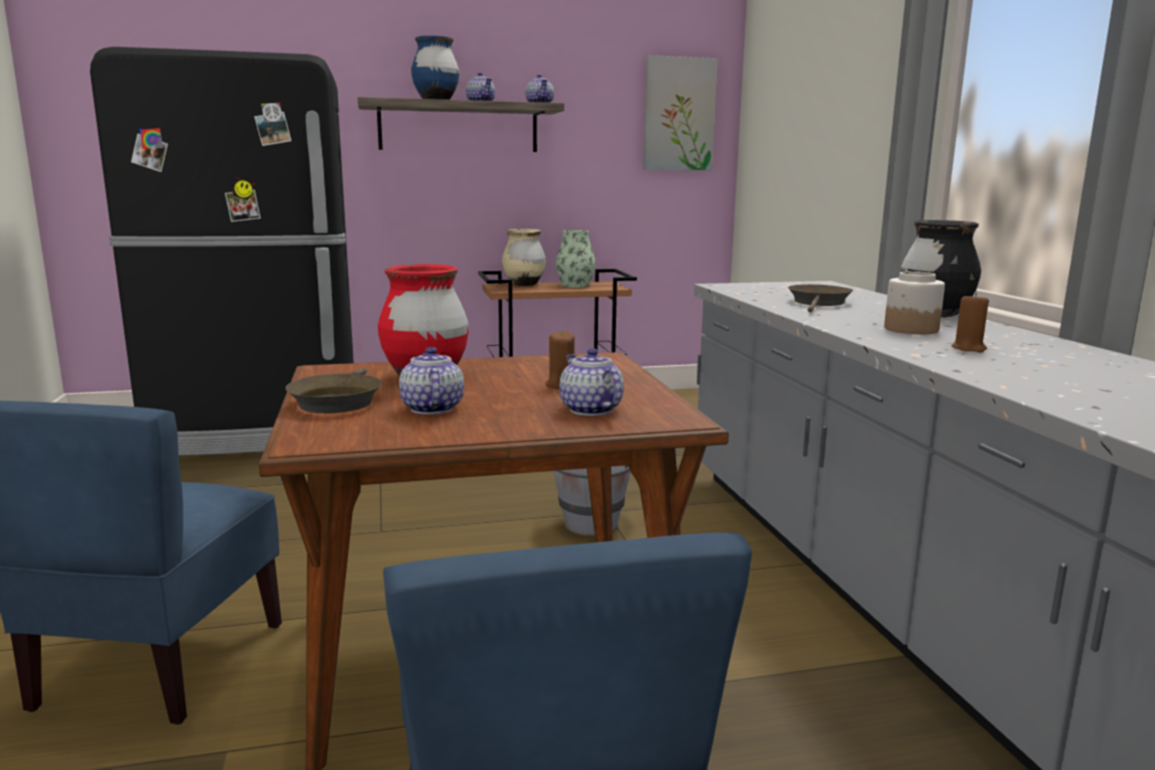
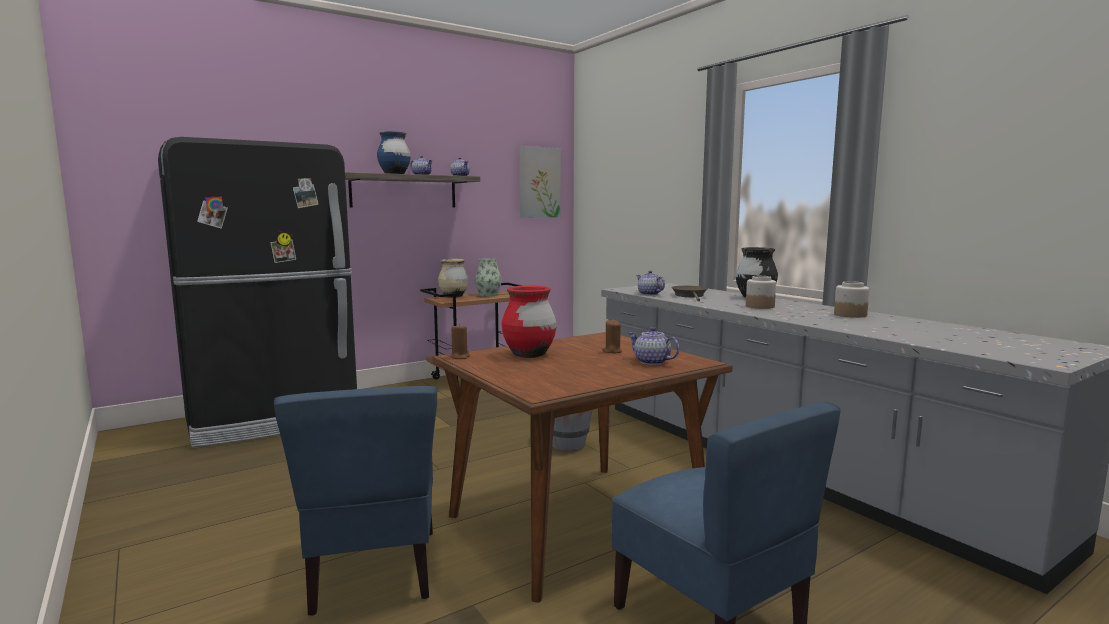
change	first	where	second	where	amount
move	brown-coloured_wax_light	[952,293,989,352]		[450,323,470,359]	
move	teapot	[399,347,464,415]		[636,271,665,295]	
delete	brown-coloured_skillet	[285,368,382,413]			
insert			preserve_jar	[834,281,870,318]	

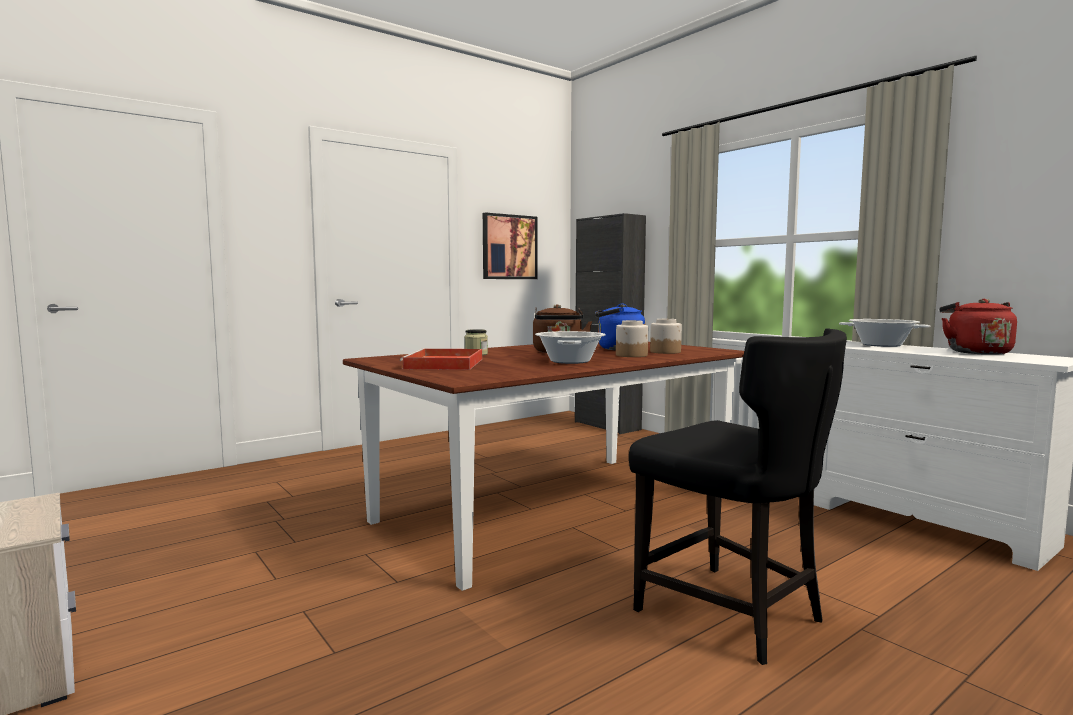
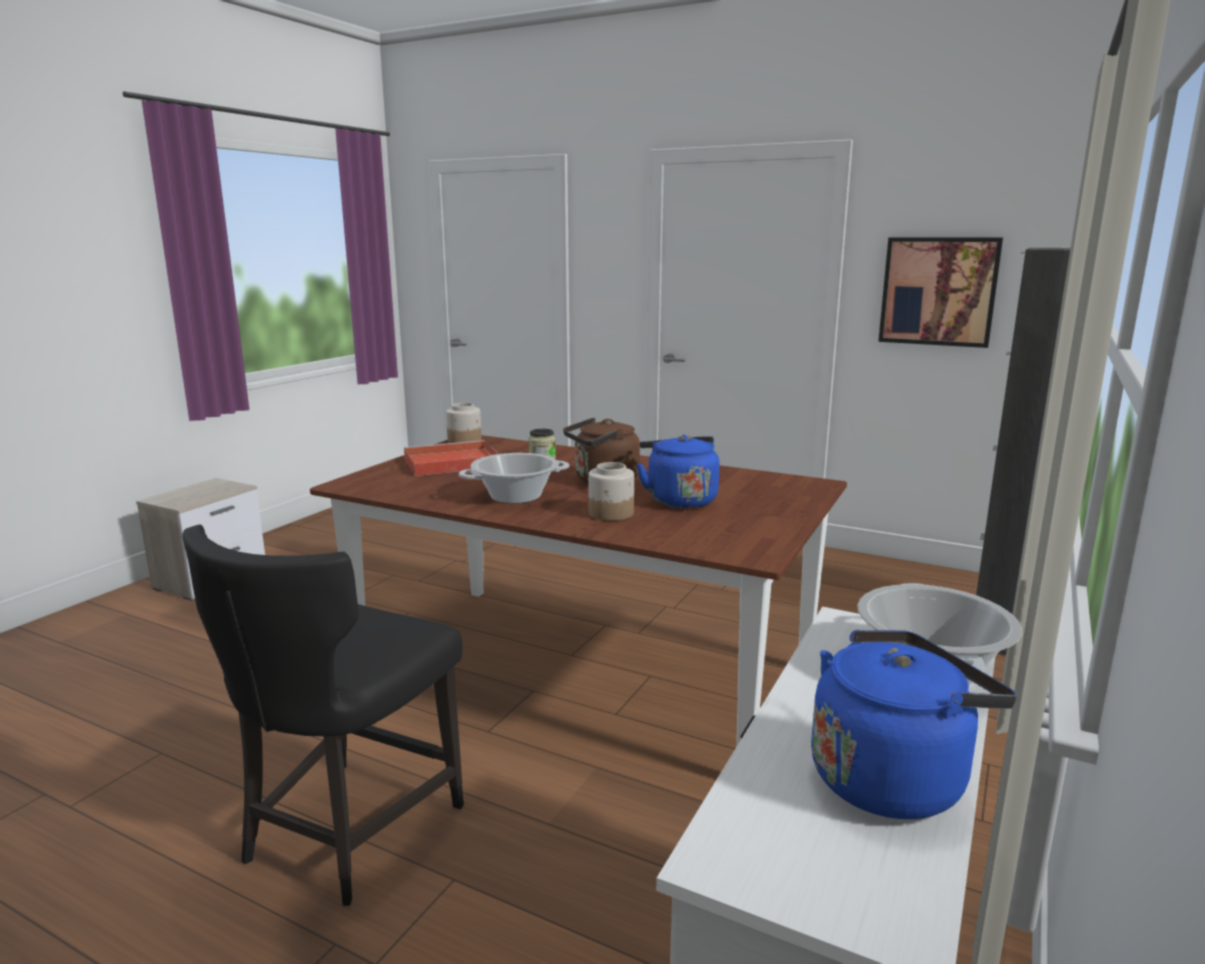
change	first	where	second	where	amount
recolor	reddish_water_kettle	[939,299,1017,355]	blue-coloured_water_kettle	[811,630,1017,819]	
move	preserve_jar	[650,319,682,354]		[446,403,481,443]	

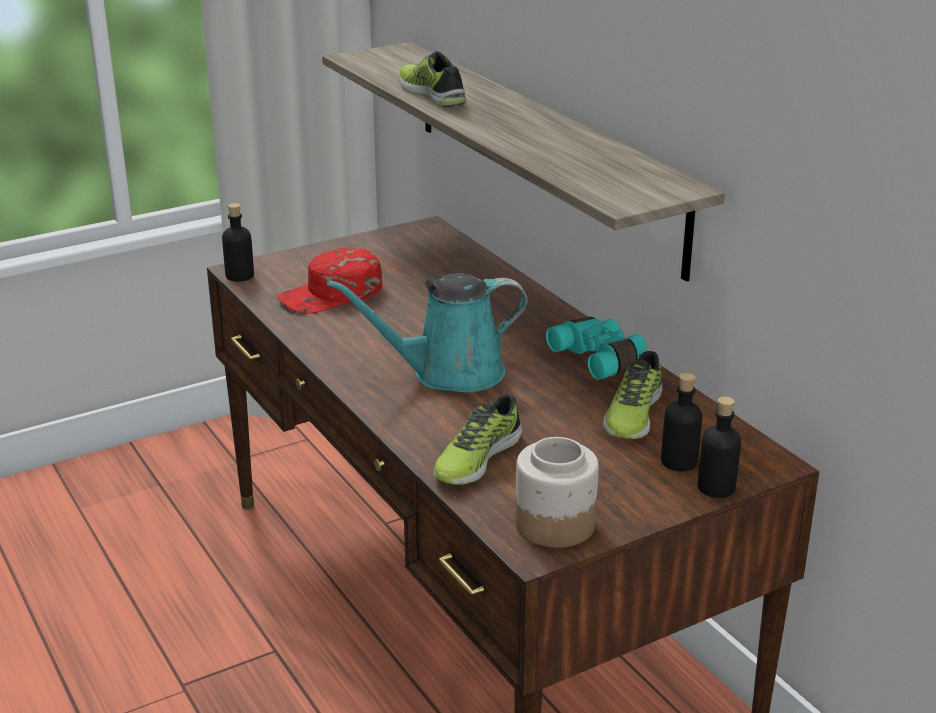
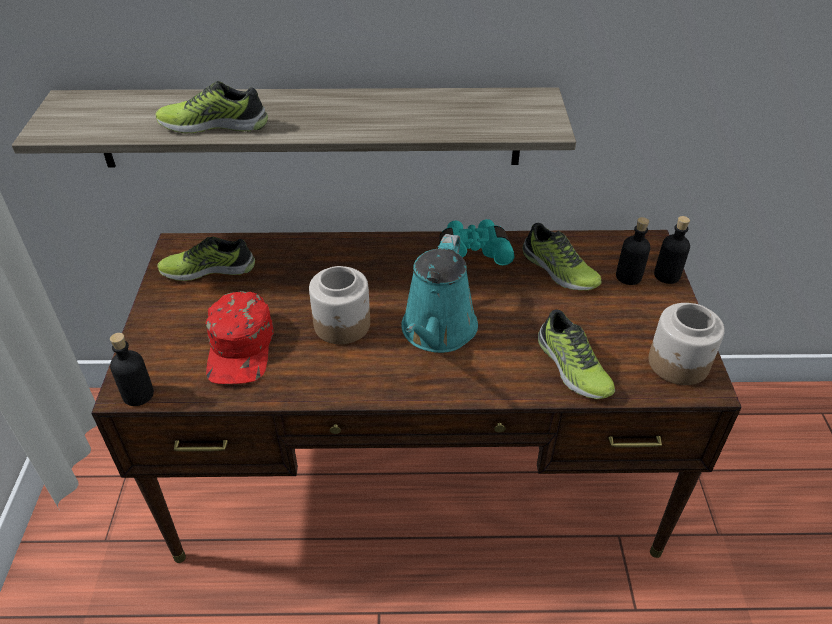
change	first	where	second	where	amount
insert			low_shoe	[157,237,255,281]	
insert			preserve_jar	[309,266,370,344]	

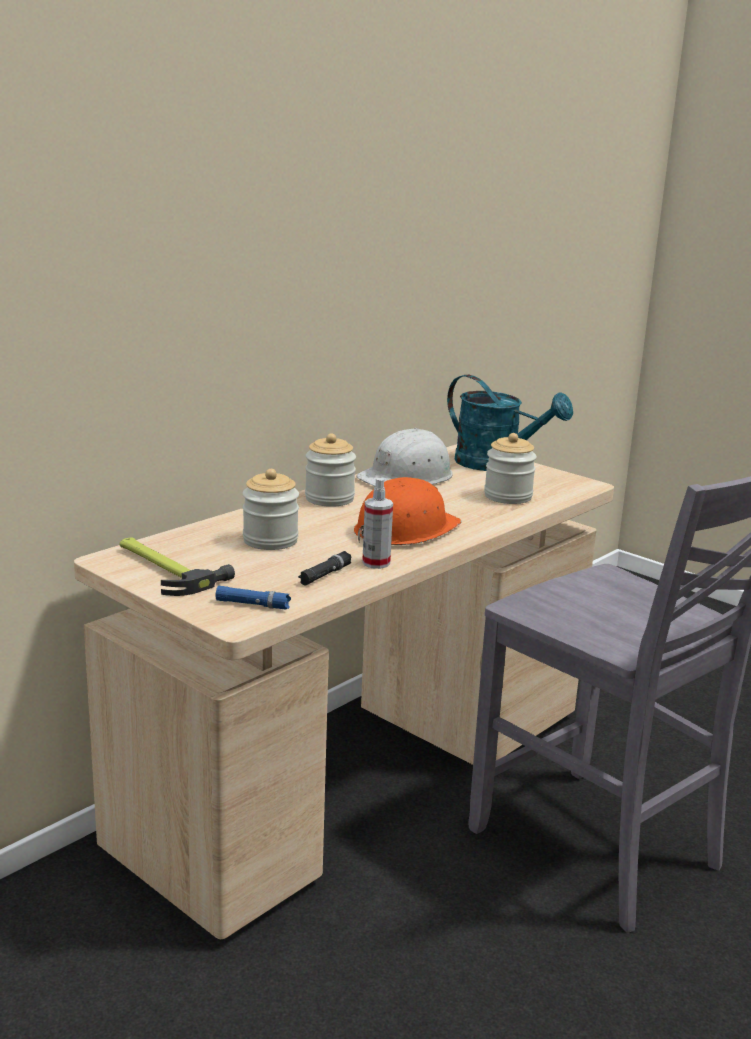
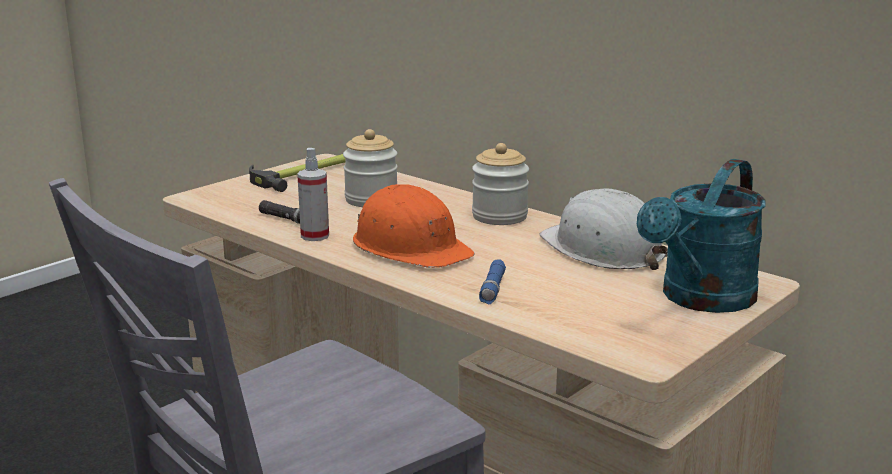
change	first	where	second	where	amount
delete	preserve_jar	[484,433,537,504]			
move	blue-coloured_torch	[216,586,291,610]		[479,259,506,305]	

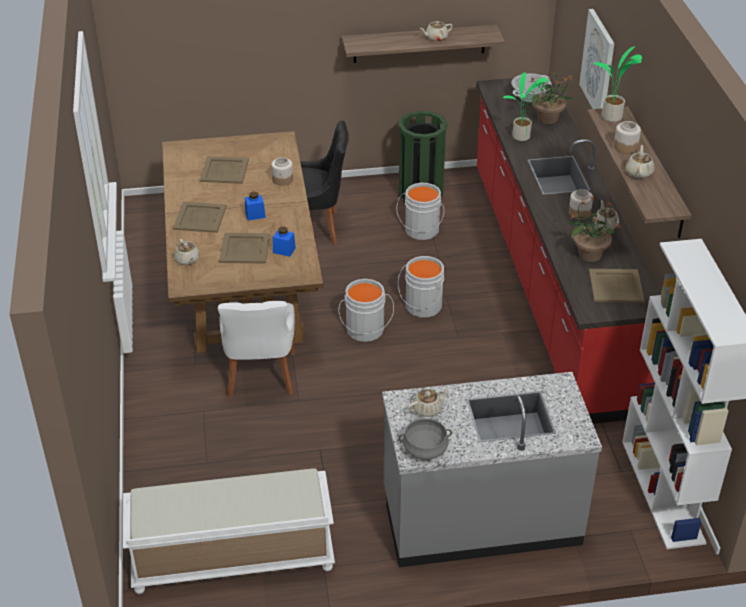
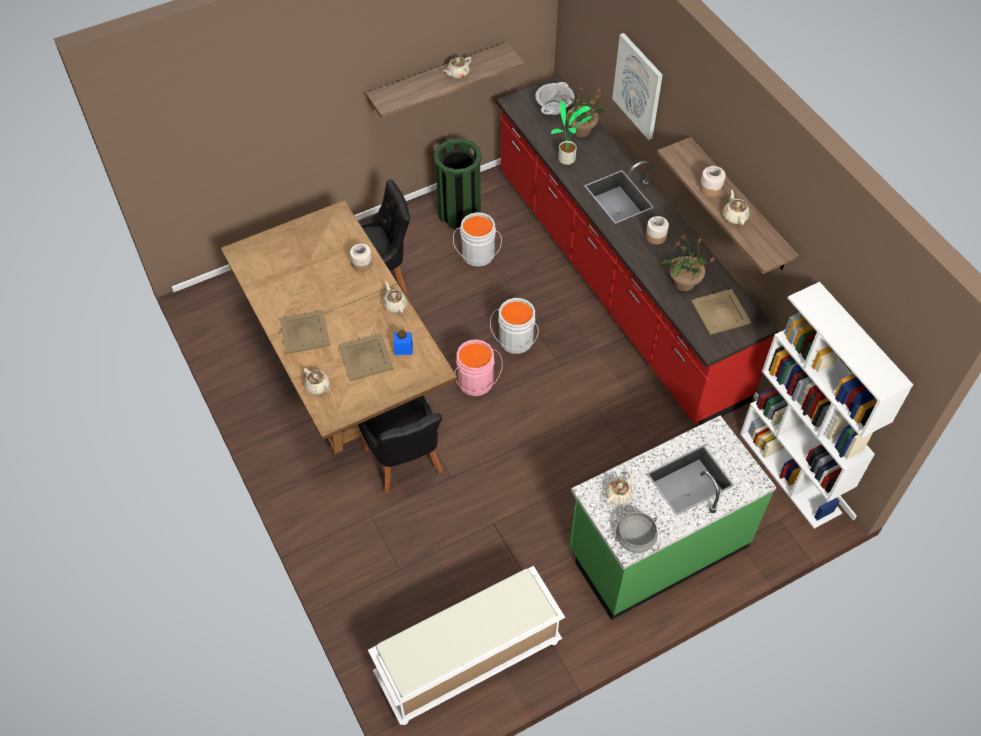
change	first	where	second	where	amount
delete	potted_plant	[594,46,642,122]			
delete	beige-coloured_tray	[200,156,249,184]			
delete	blue-coloured_preserve_jar	[245,192,266,220]			
move	beige-coloured_teapot	[593,200,619,230]		[383,282,407,313]	
recolor	grey_pail	[338,279,394,342]	pink_pail	[455,339,503,396]	
recolor	white_chair	[218,301,295,397]	black_chair	[358,396,443,494]	
recolor	grey_kitchen_counter	[382,372,602,567]	greenish_kitchen_counter	[569,416,776,620]	

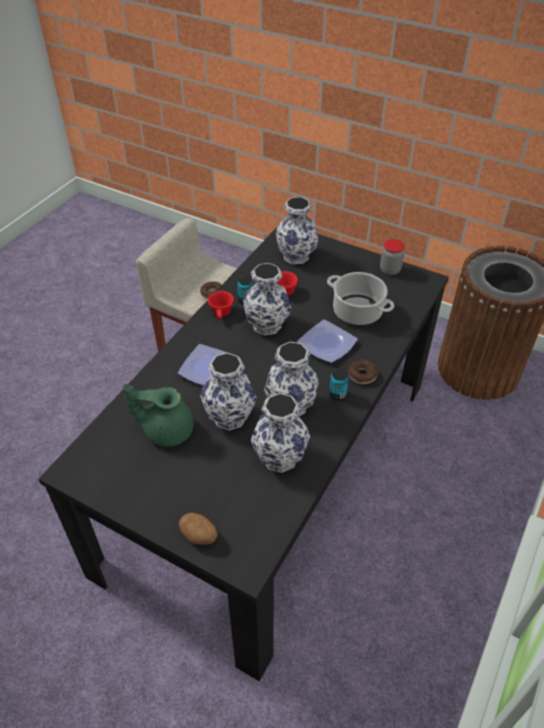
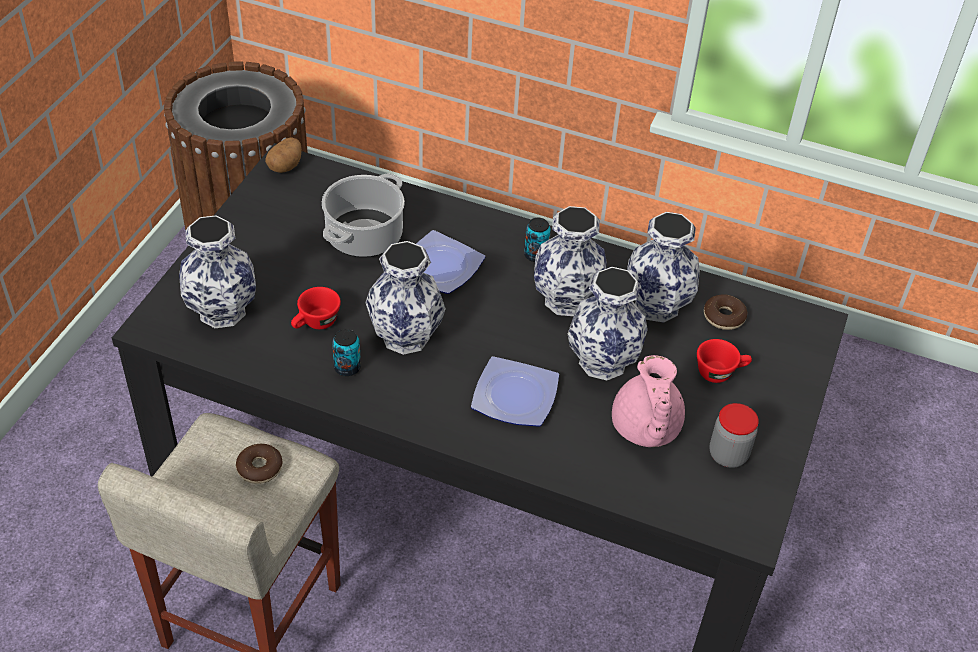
change	first	where	second	where	amount
move	preserve_jar	[380,239,405,275]		[710,403,759,468]	
move	reddish_small_cup	[208,291,234,319]		[697,339,752,383]	
move	donut	[348,360,378,384]		[704,294,747,330]	
recolor	greenish_teapot	[123,384,194,447]	pink_teapot	[612,355,685,447]	
move	potato	[179,512,218,545]		[265,137,302,173]	

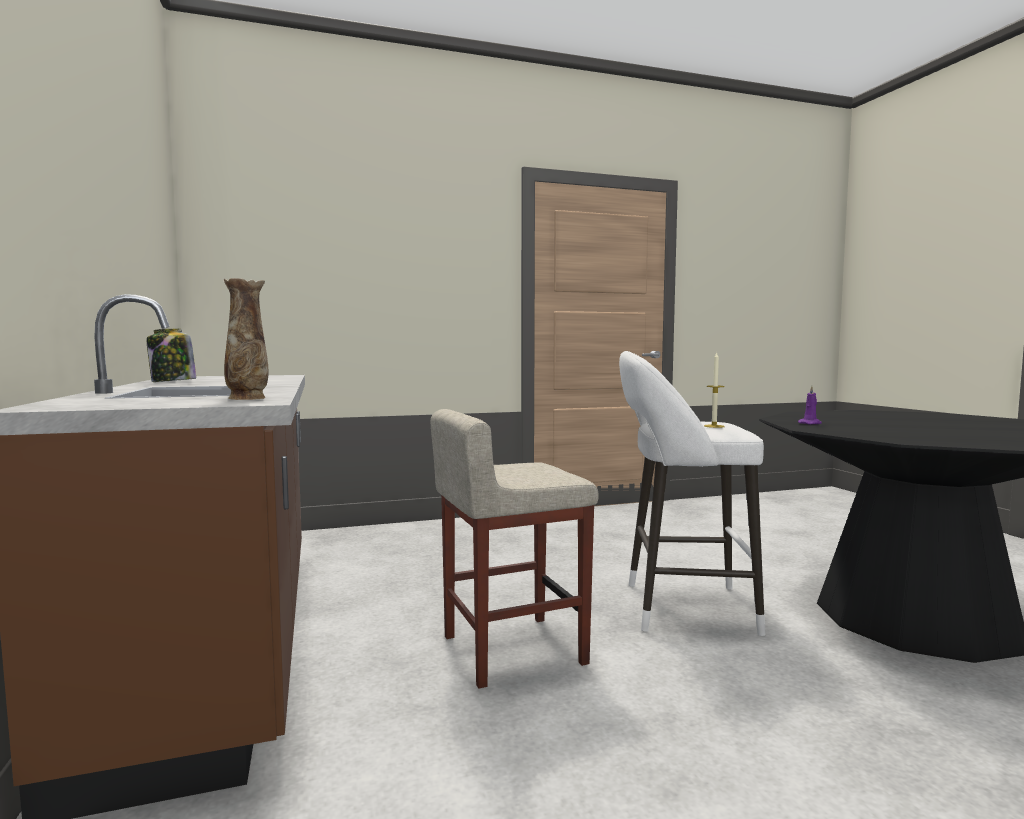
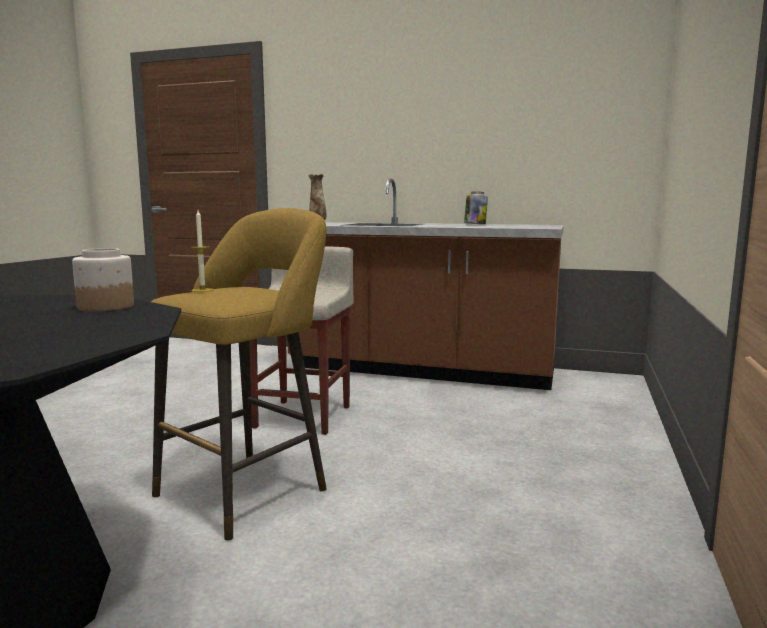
change	first	where	second	where	amount
recolor	white_stool_seat	[619,351,765,636]	yellow-coloured_stool_seat	[151,208,327,540]	
replace	purple_wax_light	[798,386,822,425]	preserve_jar	[72,248,134,311]	

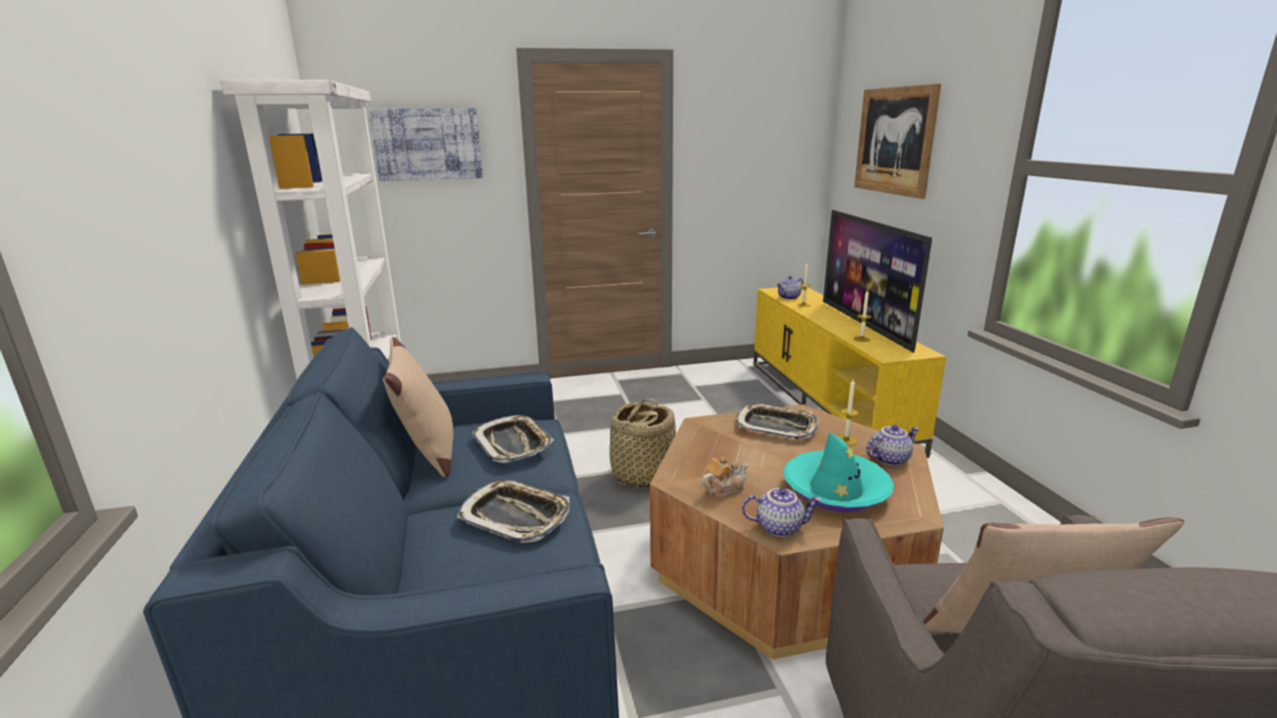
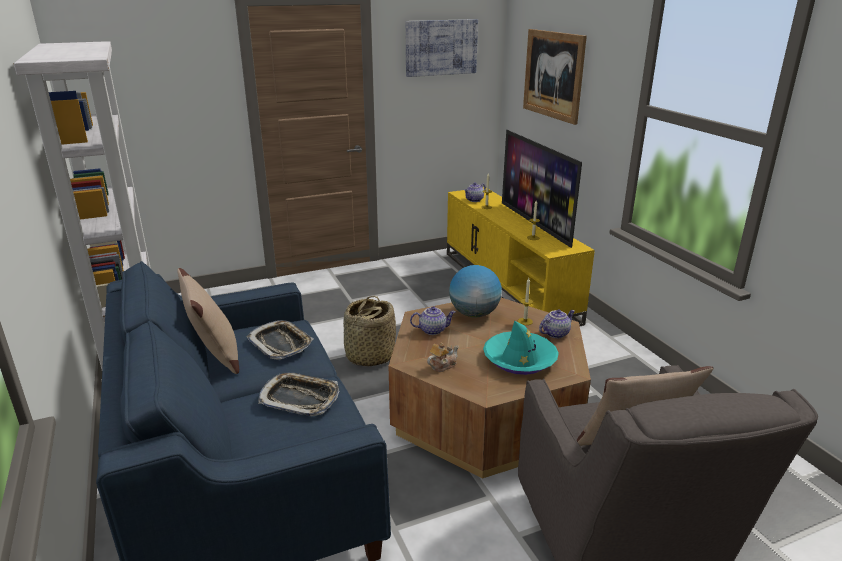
change	first	where	second	where	amount
move	picture	[369,108,483,181]		[405,19,478,77]	
replace	tray	[736,403,819,439]	world_globe	[449,265,502,317]	
move	teapot	[742,487,821,537]		[410,306,455,335]	

